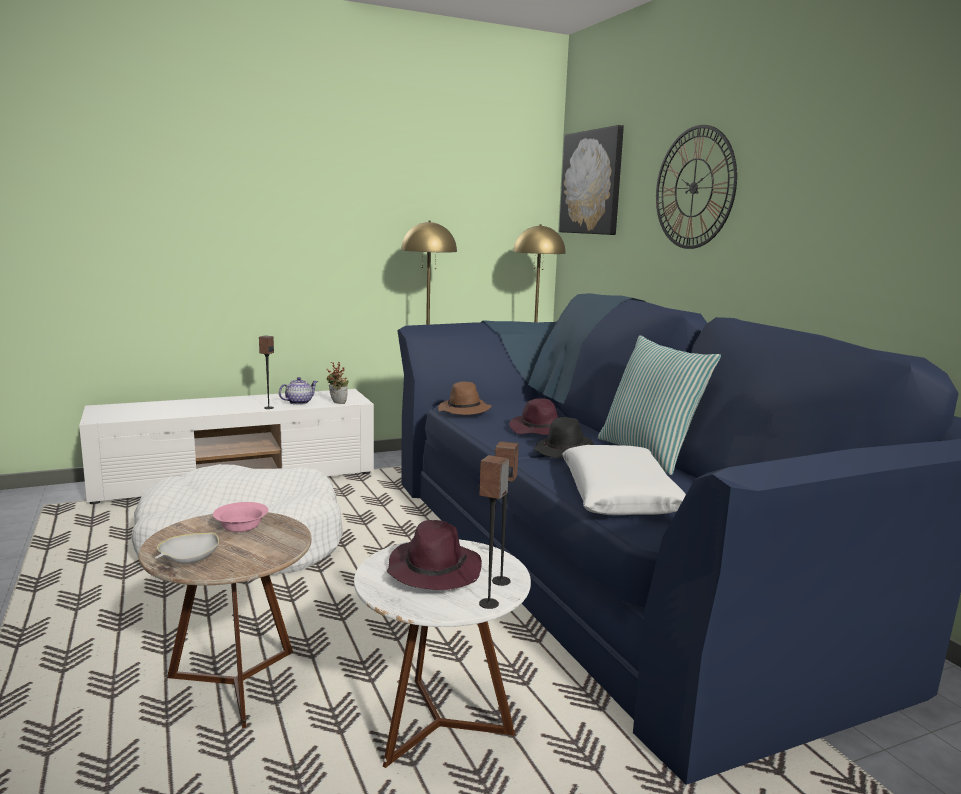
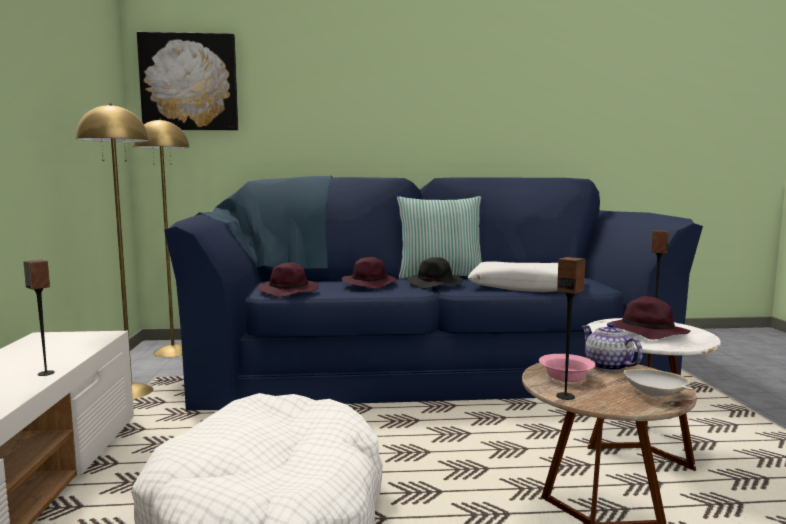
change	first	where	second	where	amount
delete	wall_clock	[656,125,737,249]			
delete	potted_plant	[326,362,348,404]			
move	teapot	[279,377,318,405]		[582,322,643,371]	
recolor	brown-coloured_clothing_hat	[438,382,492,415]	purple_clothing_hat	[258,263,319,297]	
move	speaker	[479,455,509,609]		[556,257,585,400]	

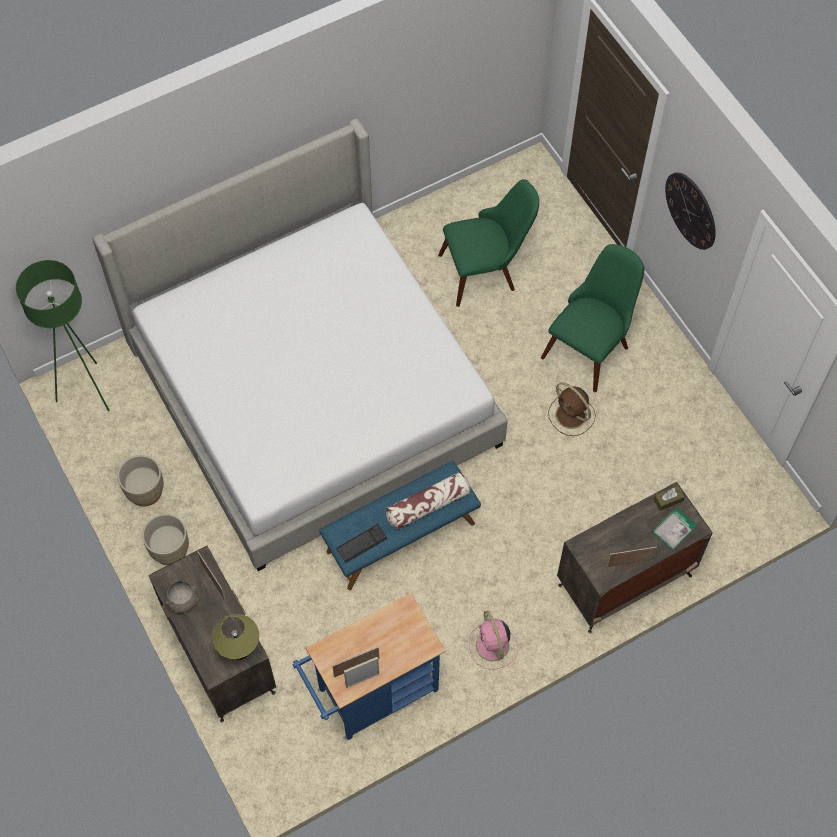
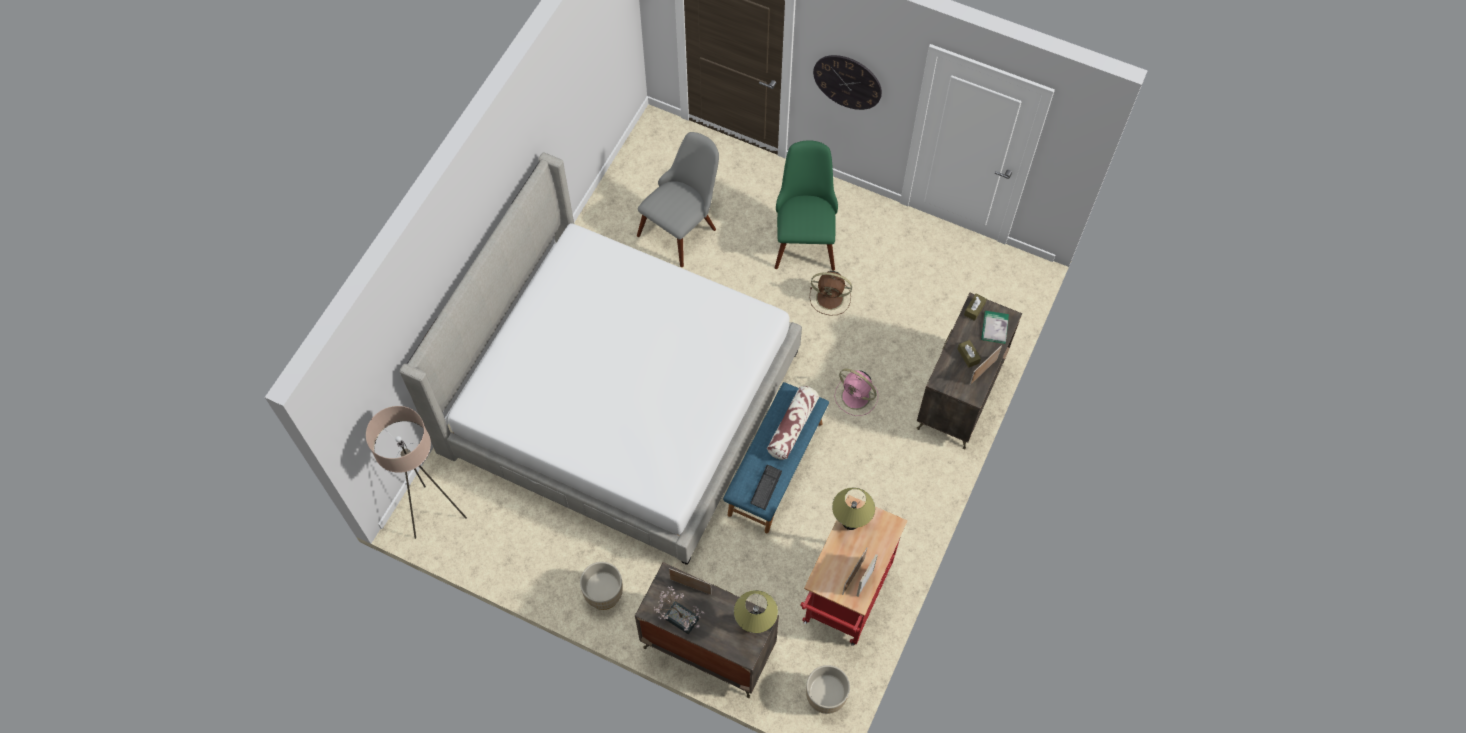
change	first	where	second	where	amount
recolor	greenish_chair	[438,179,539,307]	grey_chair	[637,132,719,267]	
recolor	greenish_floor_lamp	[16,260,110,411]	beige-coloured_floor_lamp	[366,406,467,539]	
move	beige-coloured_planter	[118,455,164,507]		[806,665,850,714]	
replace	grey_bowl	[165,580,198,613]	potted_plant	[654,586,705,634]	
recolor	blue-coloured_trolley	[293,593,446,740]	reddish_trolley	[800,495,907,646]	
move	pink_fan	[469,611,518,670]		[834,369,878,416]	
insert			brown-coloured_box_of_tissues	[958,340,981,368]	
insert			table_lamp	[832,488,875,530]	

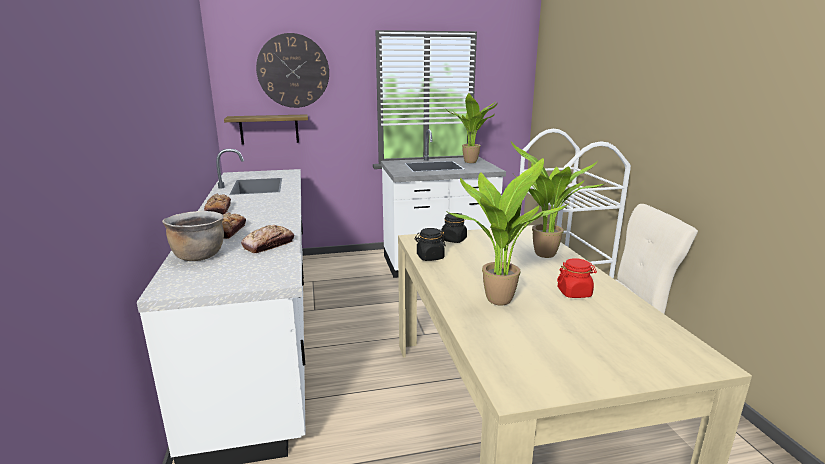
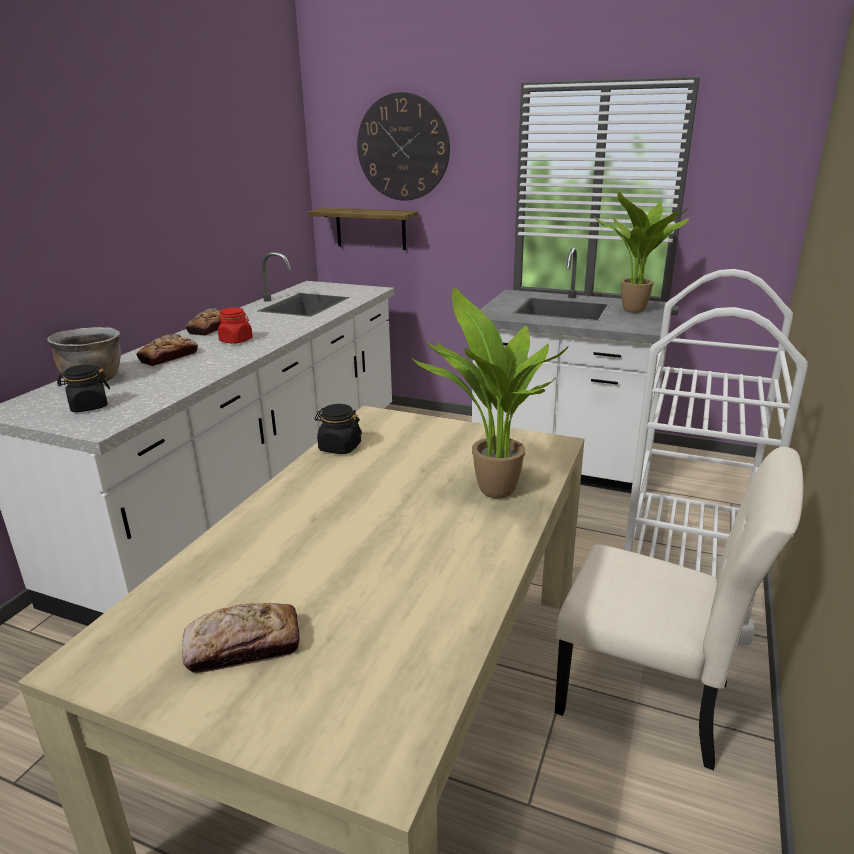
change	first	where	second	where	amount
delete	potted_plant	[445,158,569,305]			
move	black_preserve_jar	[441,213,467,243]		[57,364,110,412]	
move	bakery_bread	[241,225,294,253]		[182,603,300,673]	
move	reddish_preserve_jar	[557,258,597,298]		[218,308,253,344]	

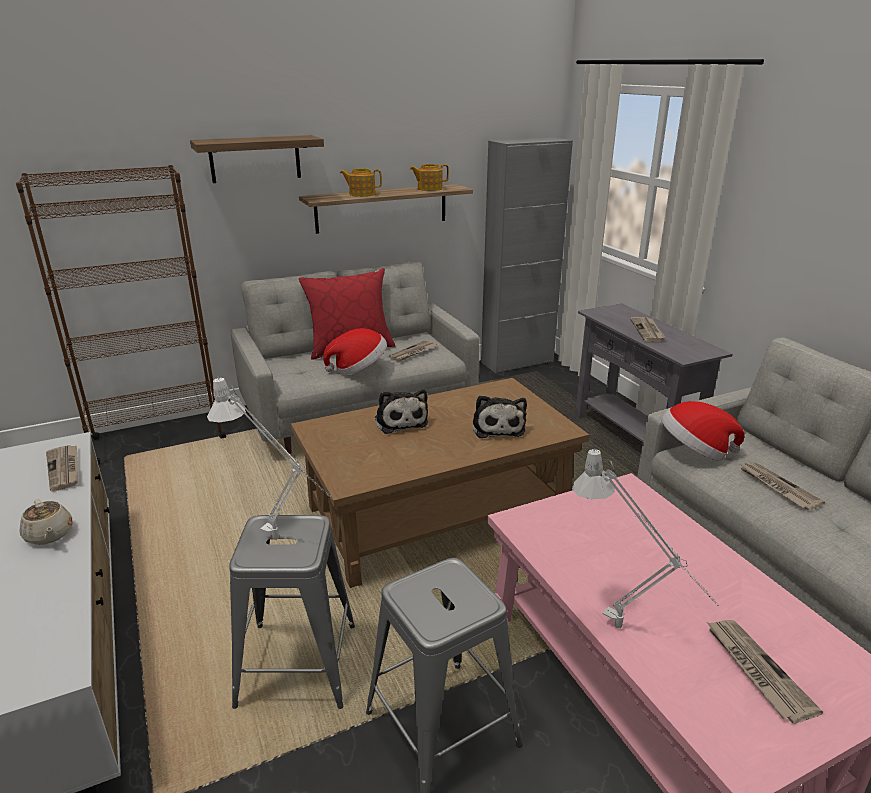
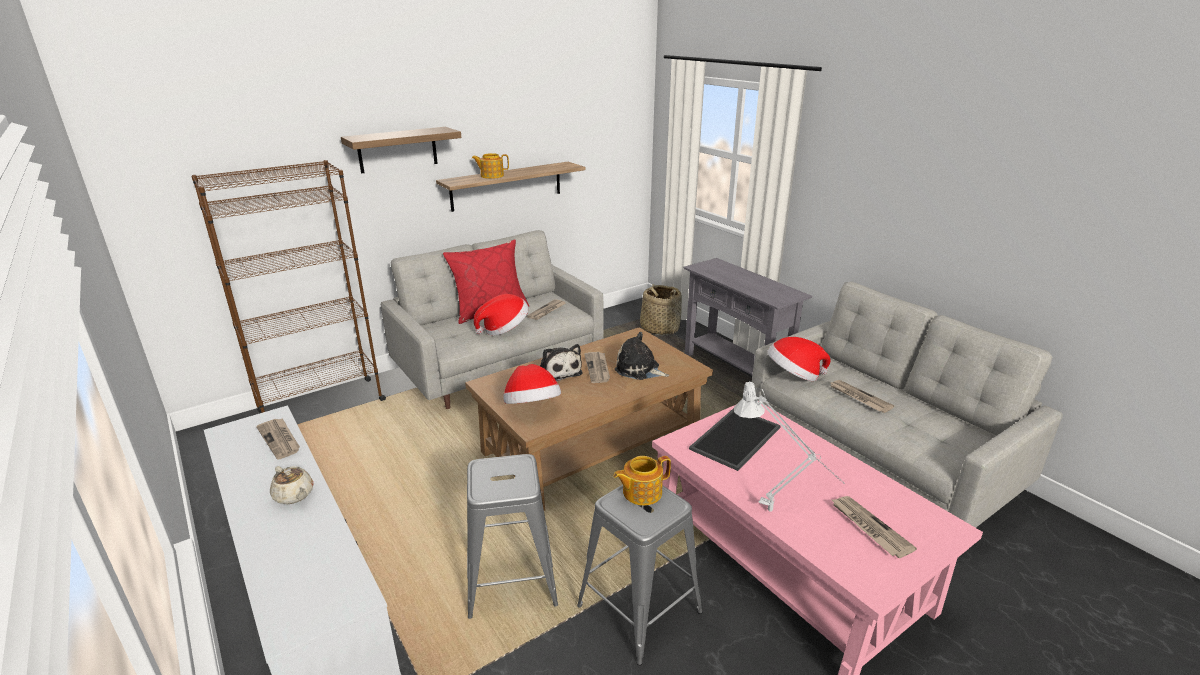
change	first	where	second	where	amount
delete	grey_storage_cabinet	[481,137,573,374]			
move	teapot	[410,164,449,191]		[613,456,671,506]	
move	newspaper	[630,317,665,342]		[584,352,610,383]	
delete	white_table_lamp	[207,377,333,540]			
rotate	cuddly_toy	[473,395,527,438]		[615,332,669,380]	135 degrees clockwise
insert			basket	[640,284,682,335]	
insert			clothing_hat	[504,364,561,404]	
insert			tray	[689,408,781,471]	

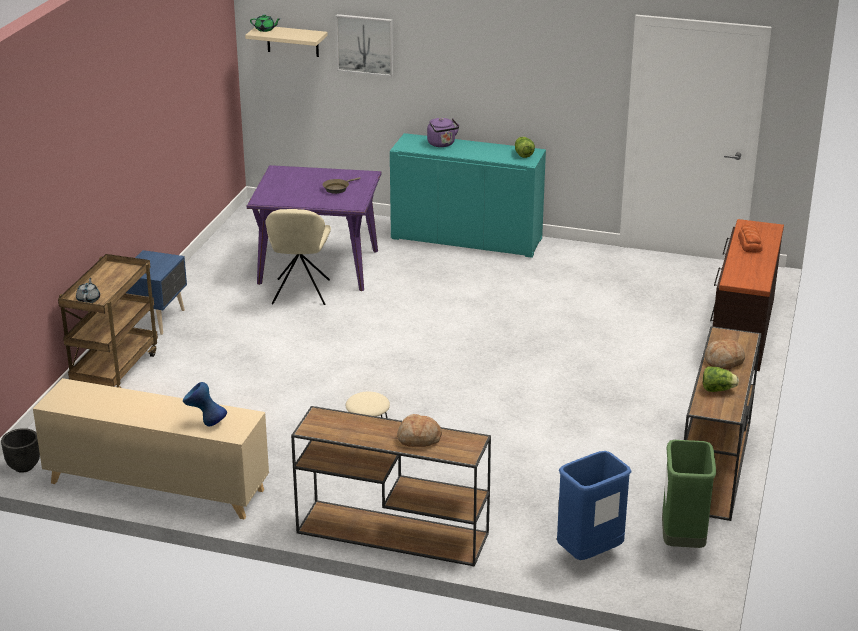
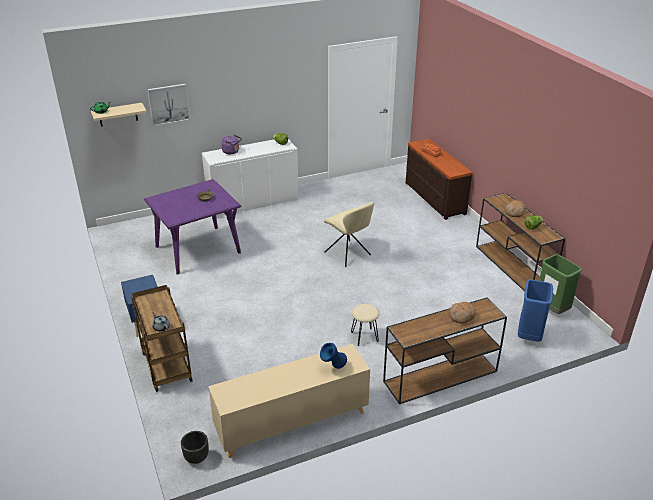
change	first	where	second	where	amount
recolor	blue-green_storage_cabinet	[390,133,546,258]	white_storage_cabinet	[202,139,299,218]	
move	beige-coloured_chair	[265,209,331,305]		[324,202,375,267]	

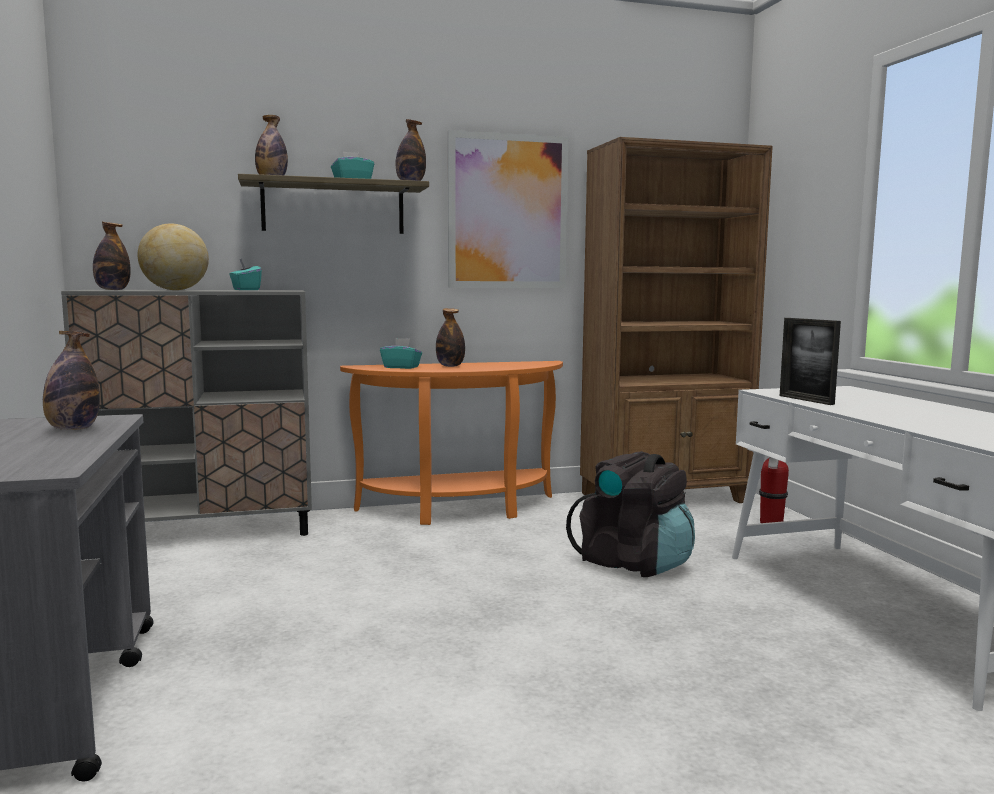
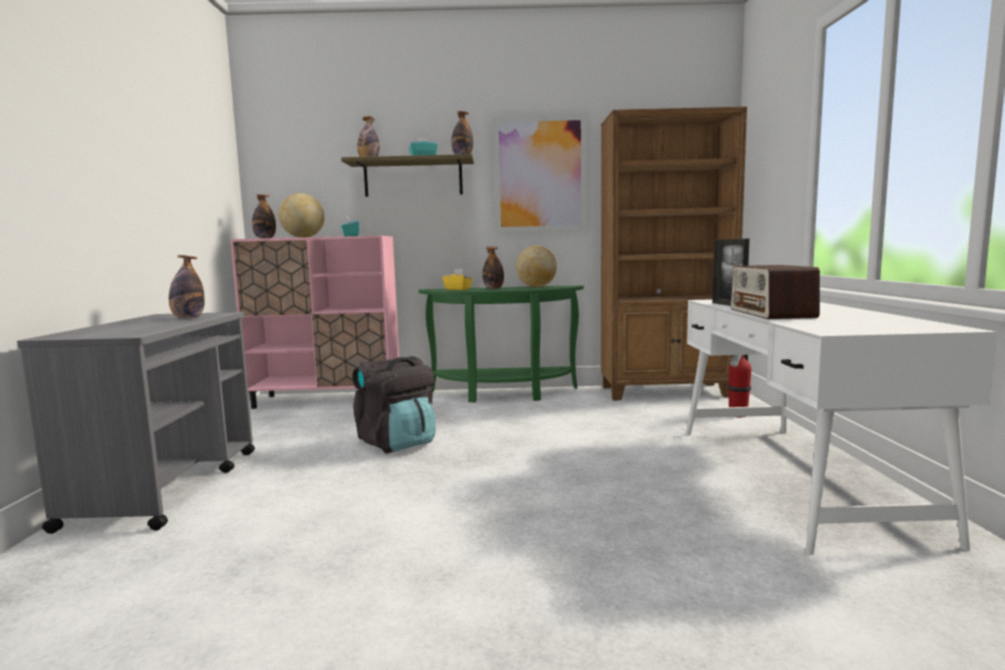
change	first	where	second	where	amount
recolor	grey_storage_cabinet	[61,290,312,536]	pink_storage_cabinet	[230,236,399,409]	
recolor	blue-green_box_of_tissues	[380,338,422,369]	yellow-coloured_box_of_tissues	[442,269,473,290]	
recolor	orange-coloured_narrow_table	[340,361,563,525]	greenish_narrow_table	[419,285,584,402]	
move	black_backpack	[566,451,695,577]		[353,356,436,453]	
insert			world_globe	[516,245,557,287]	
insert			radio	[731,265,820,319]	

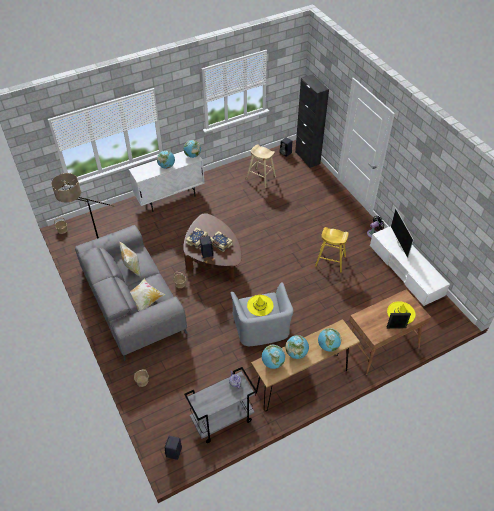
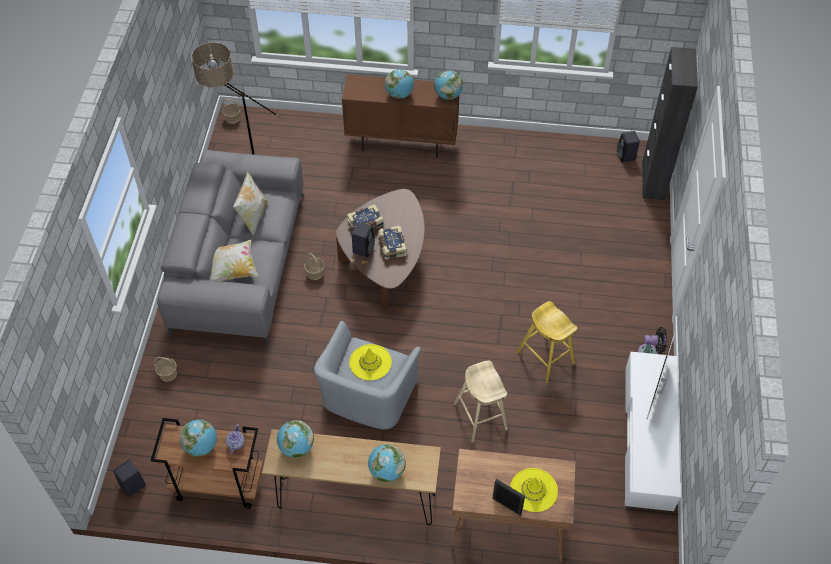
change	first	where	second	where	amount
move	beige-coloured_stool_seat	[246,144,276,188]		[454,360,508,443]	
recolor	white_storage_cabinet	[129,151,205,212]	brown-coloured_storage_cabinet	[341,74,459,158]	
move	world_globe	[286,335,309,359]		[180,420,217,456]	
recolor	grey_trolley	[184,367,257,443]	brown-coloured_trolley	[151,418,263,509]	

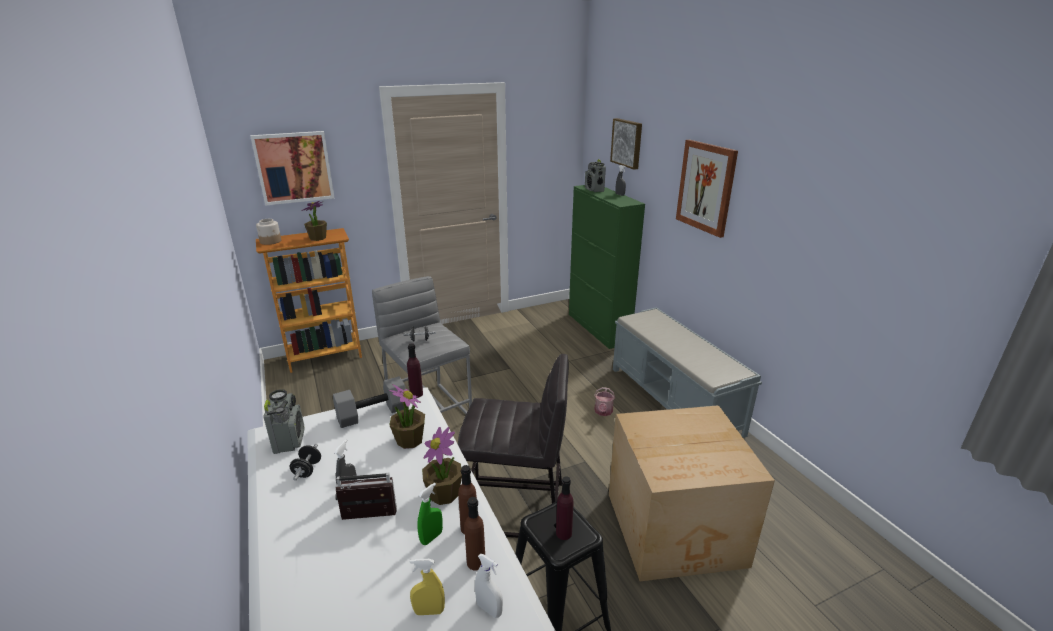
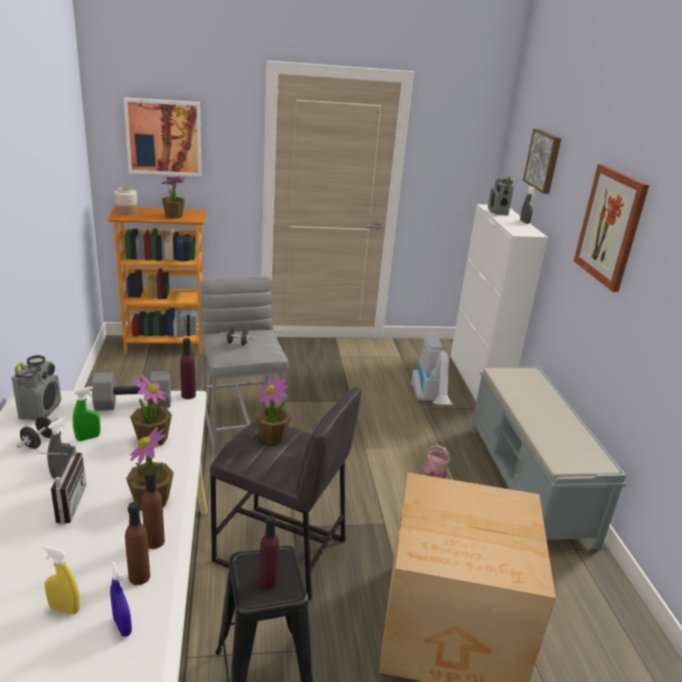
change	first	where	second	where	amount
recolor	greenish_storage_cabinet	[569,185,645,349]	white_storage_cabinet	[450,204,548,401]	
rotate	radio	[335,473,397,520]		[37,445,86,524]	75 degrees clockwise
move	greenish_spray_bottle	[417,483,443,545]		[73,386,101,441]	
recolor	white_spray_bottle	[475,554,503,618]	blue-coloured_spray_bottle	[110,561,132,637]	
insert			vacuum_cleaner	[411,335,453,405]	
insert			potted_plant	[255,376,291,444]	

